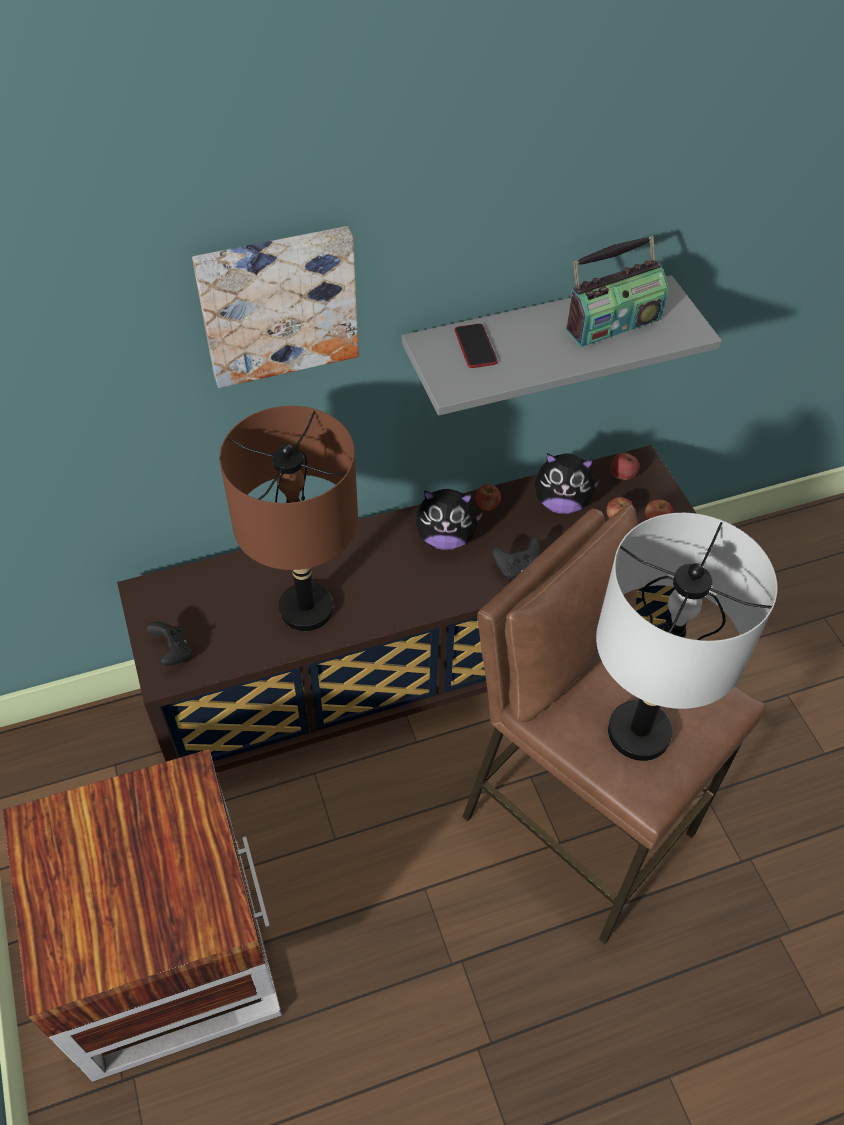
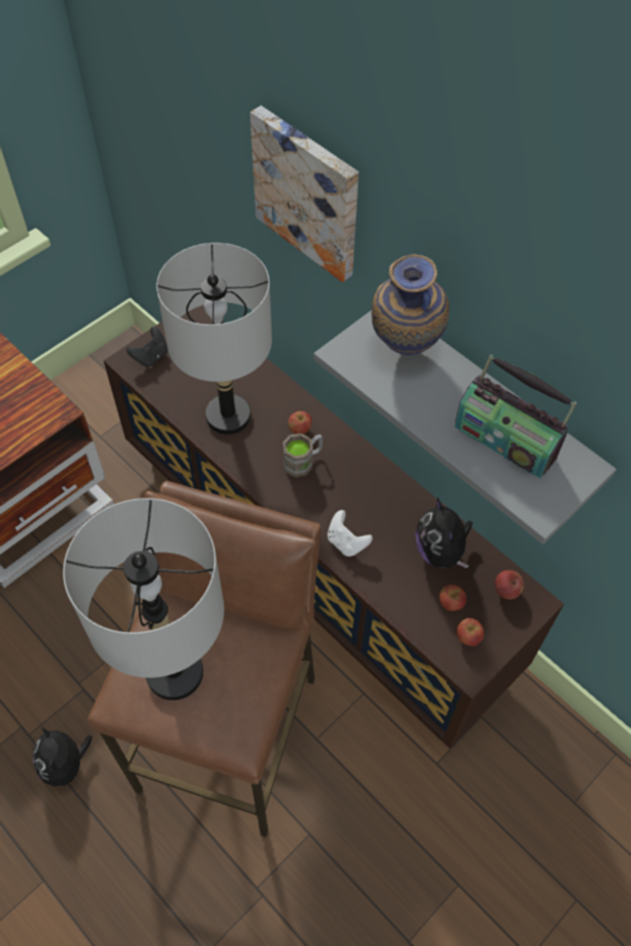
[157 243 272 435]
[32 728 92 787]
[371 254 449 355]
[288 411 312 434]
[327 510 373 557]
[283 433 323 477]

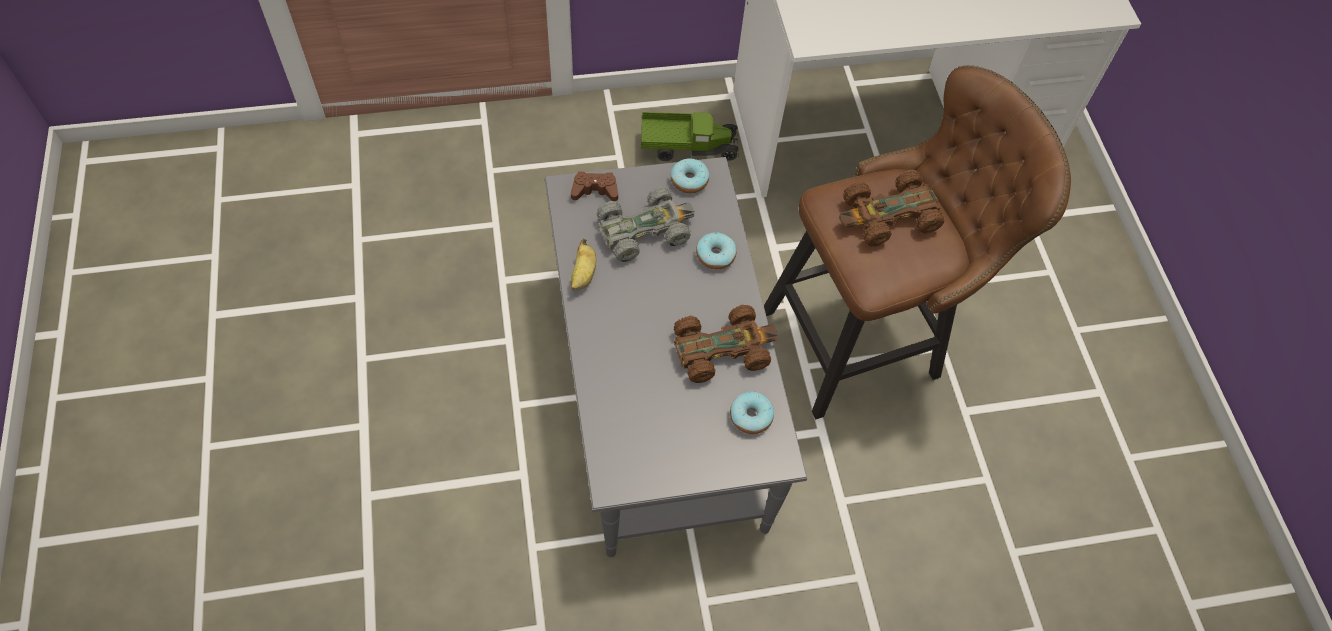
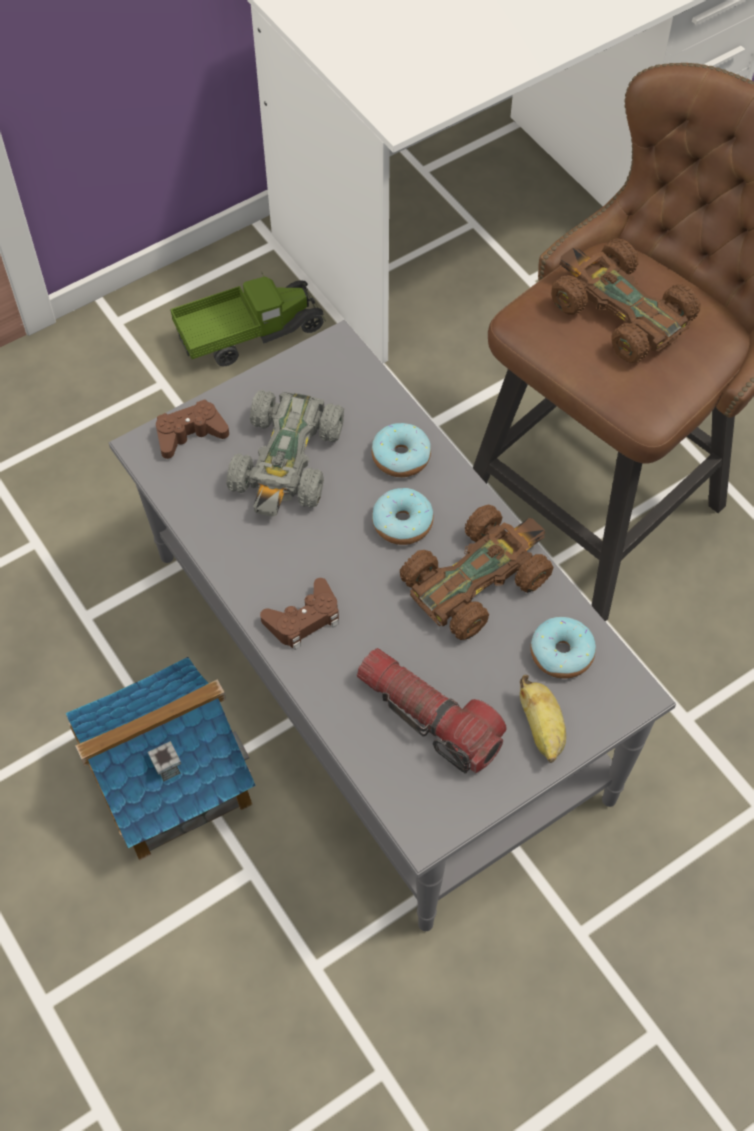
[520 675 566 763]
[226 390 344 517]
[372 488 433 545]
[551 238 700 364]
[66 657 256 861]
[260 578 339 650]
[357 648 507 774]

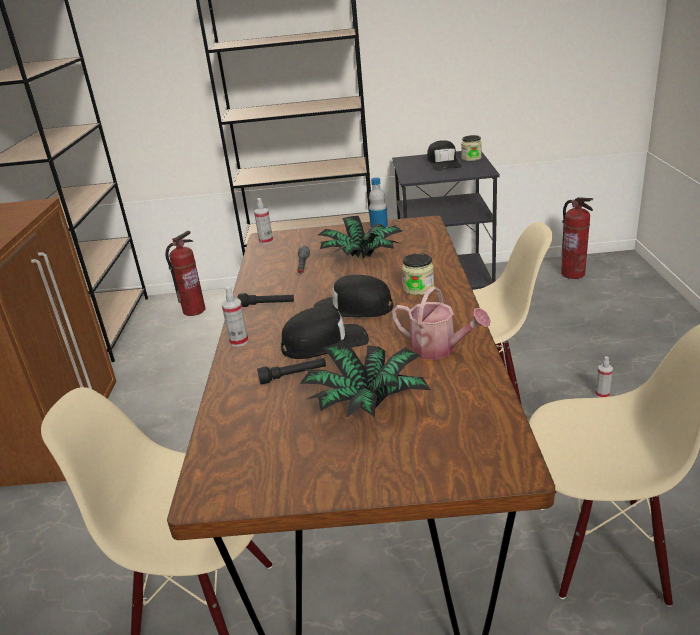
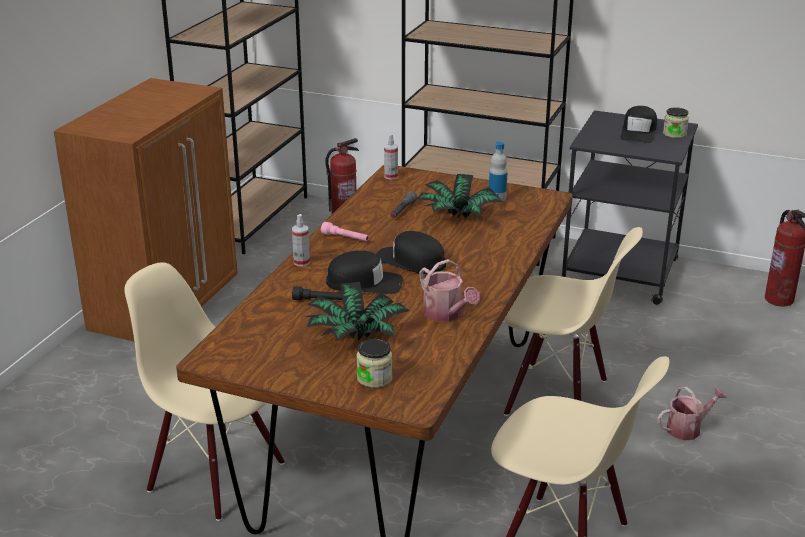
[321 222 369 241]
[357 339 392 388]
[657 387 727 440]

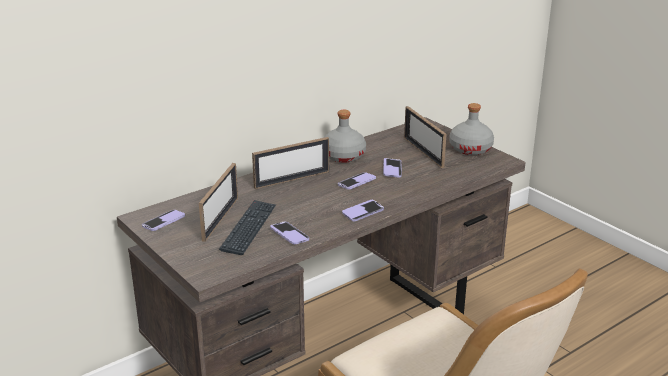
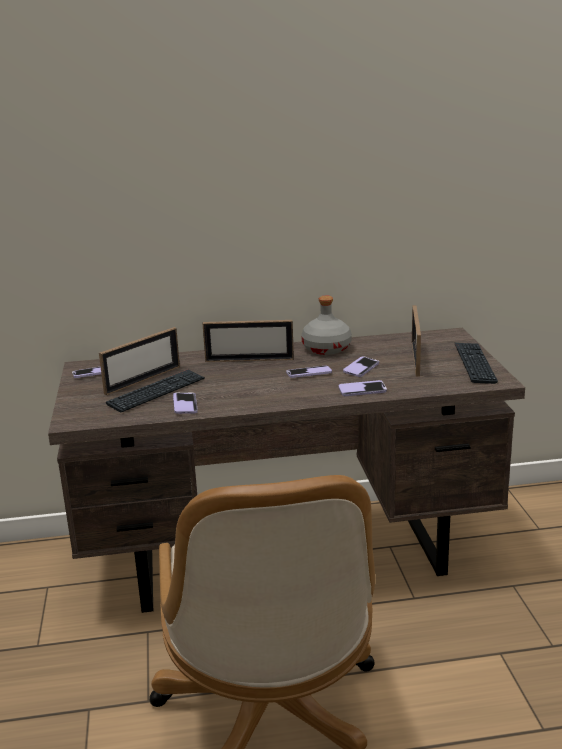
[339 380 387 396]
[455 343 498 384]

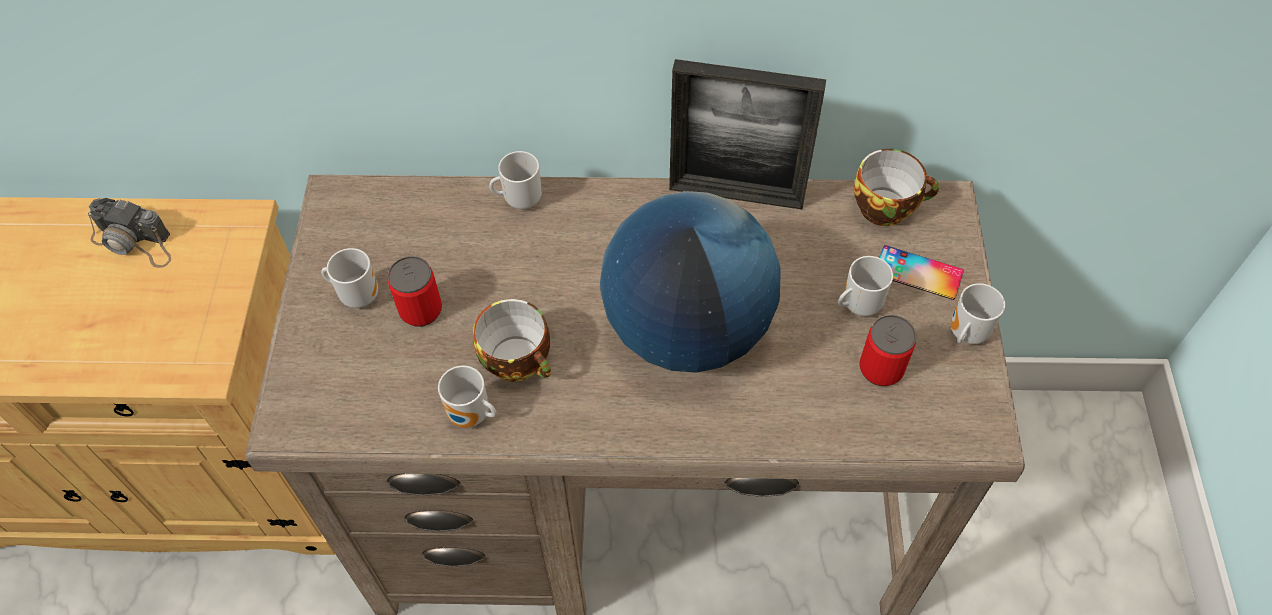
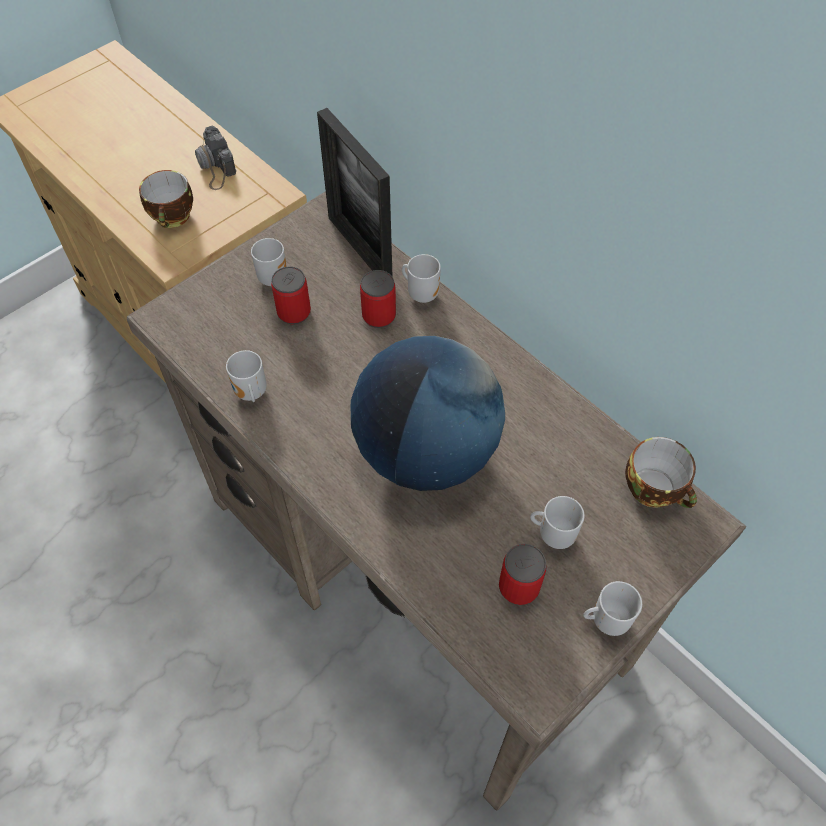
[139 170 193 228]
[317 108 393 277]
[879 245 964 300] (first image)
[360 270 396 328]

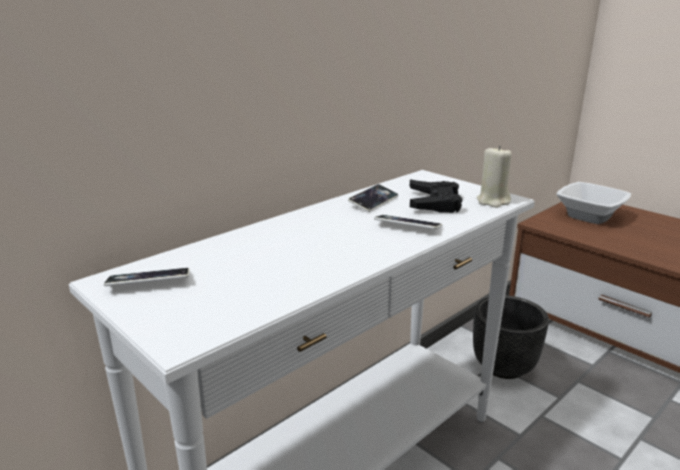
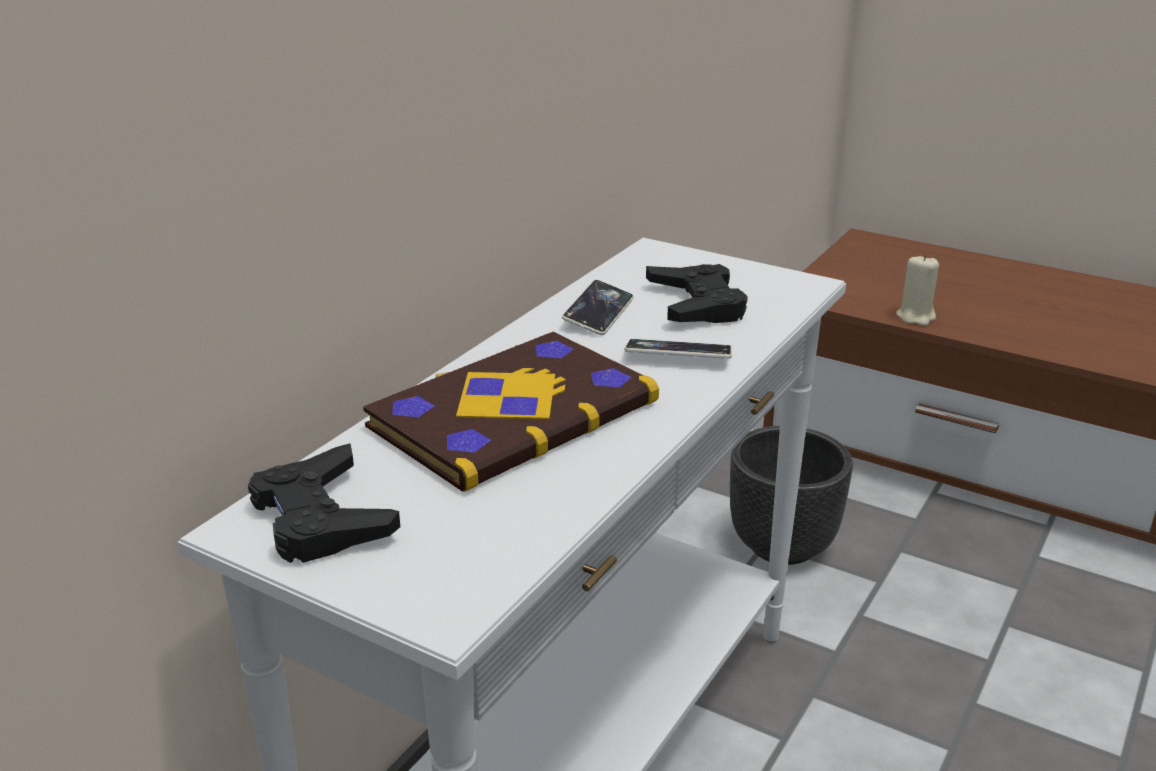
[248 443 400 563]
[896 254 939 326]
[556 182 631 224] (first image)
[363 332 659 492]

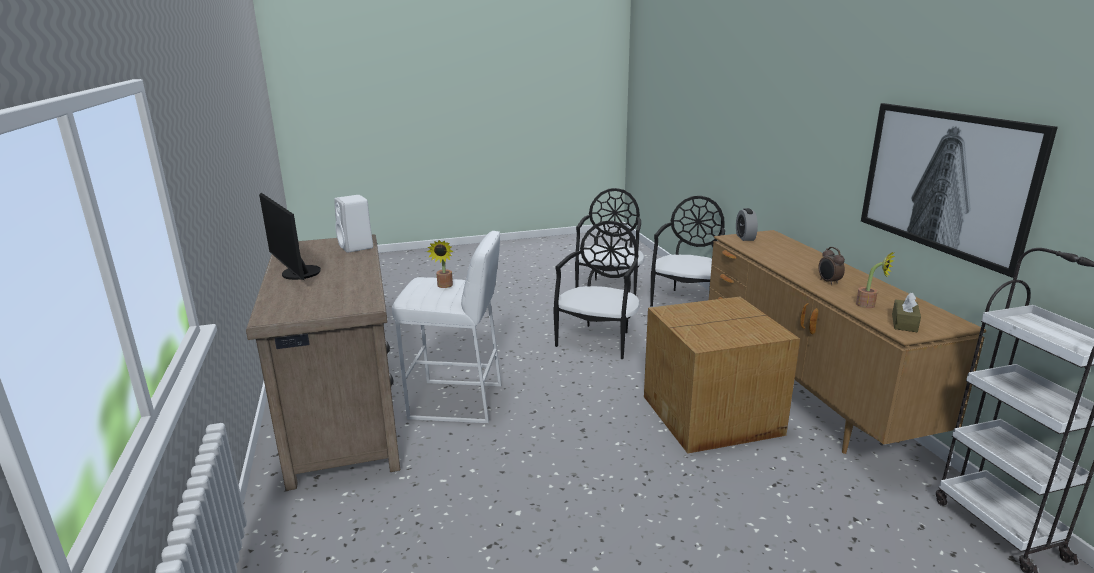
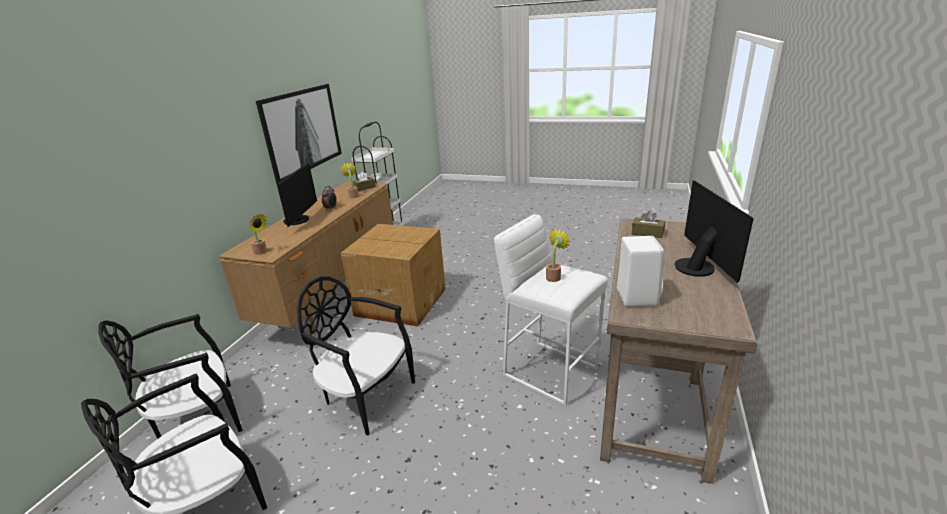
[296 276 415 435]
[250 213 268 255]
[277 163 317 227]
[632 211 665 238]

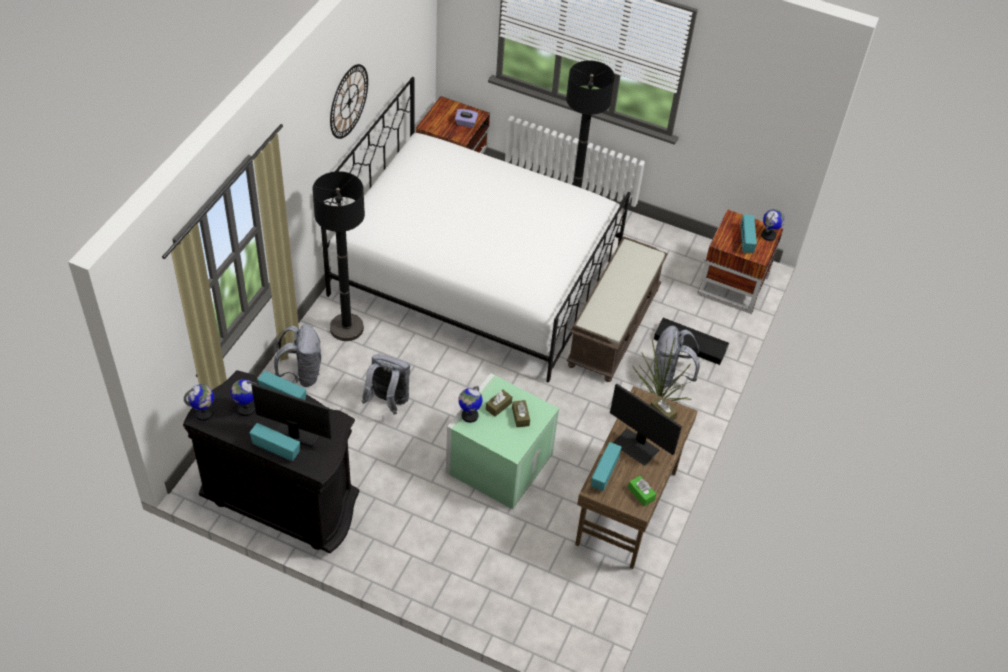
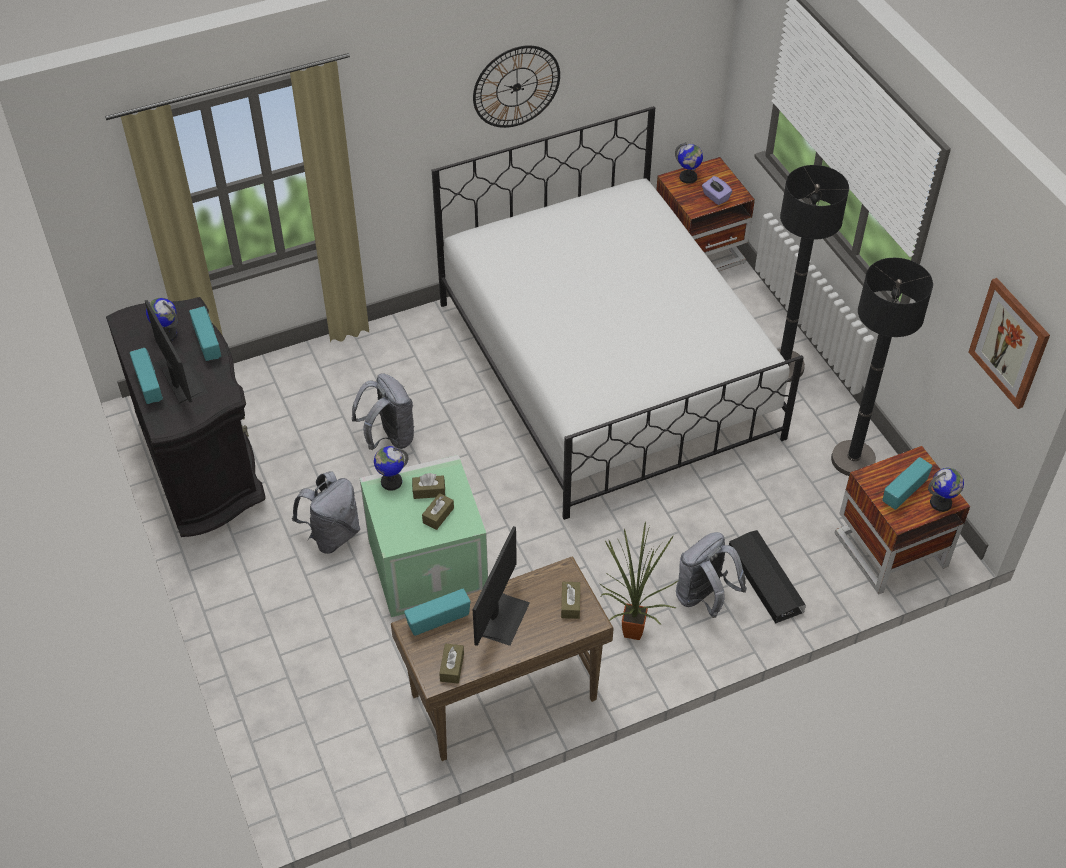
[675 142 703 184]
[292 471 360 554]
[831 258 933 476]
[566 236 668 382] (first image)
[473 526 530 646]
[439 644 464 684]
[969 278 1050 409]

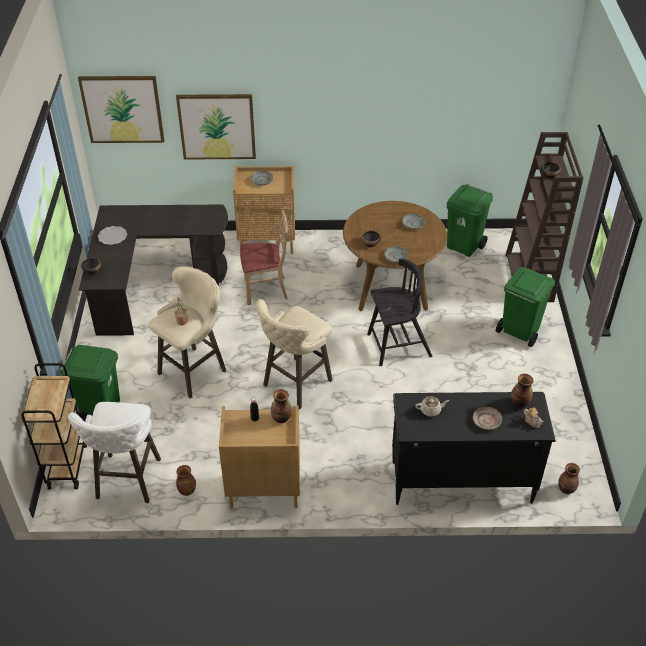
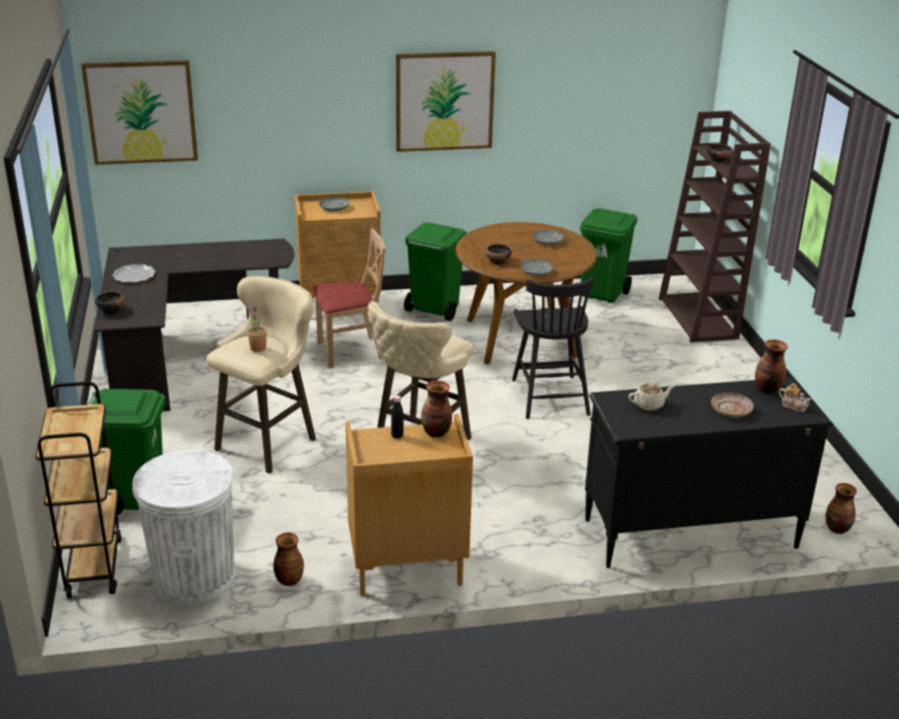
[132 450 235 604]
[396 51 496 152]
[512 276 593 419]
[404 223 467 321]

